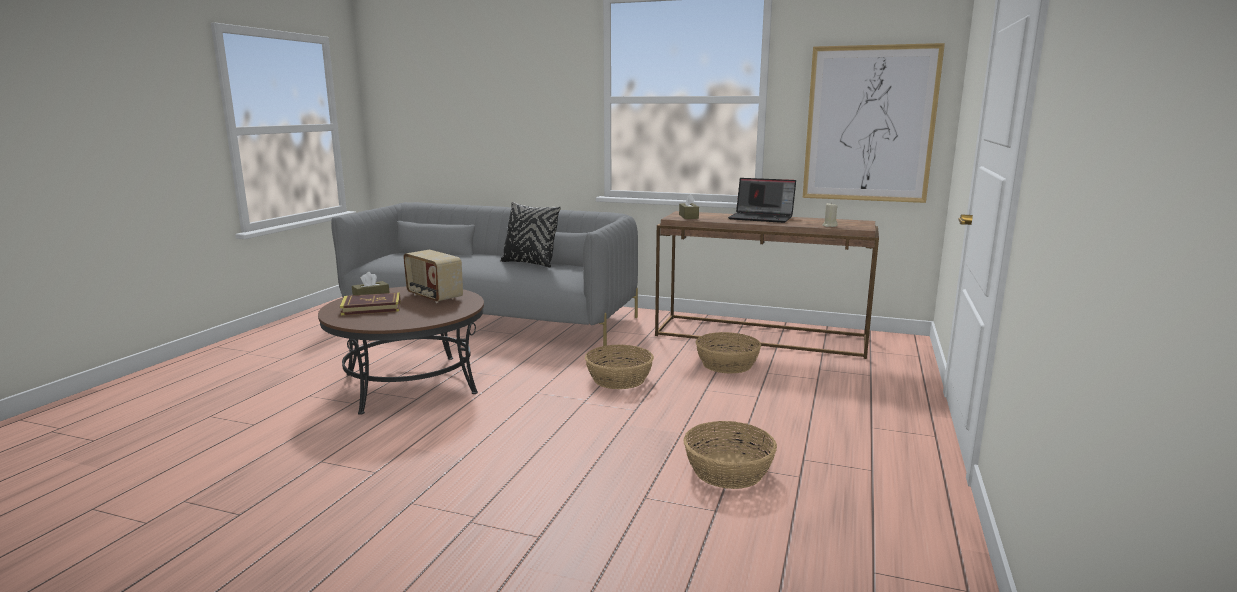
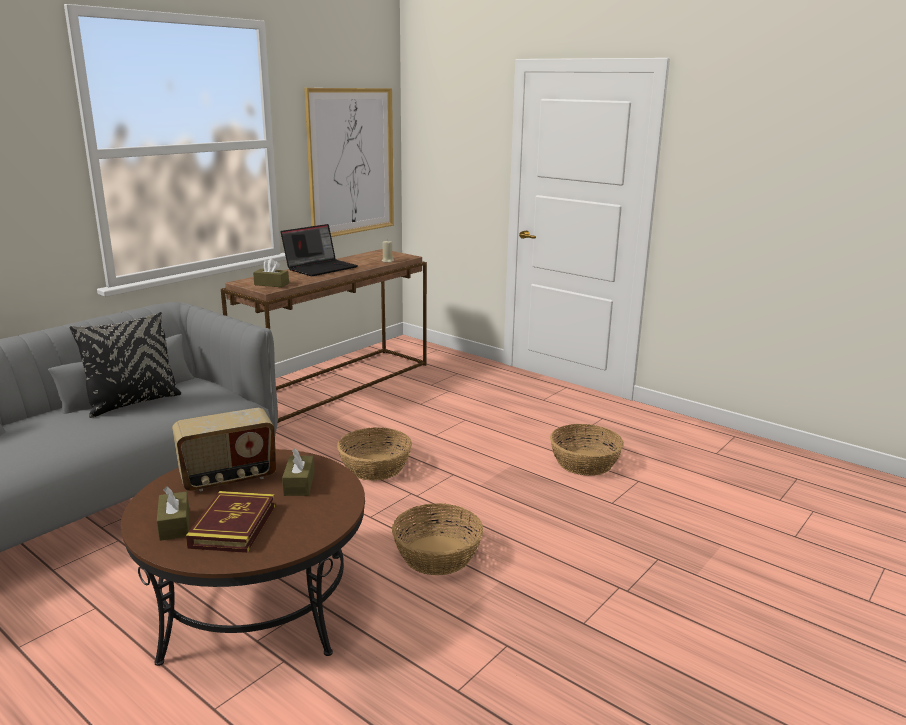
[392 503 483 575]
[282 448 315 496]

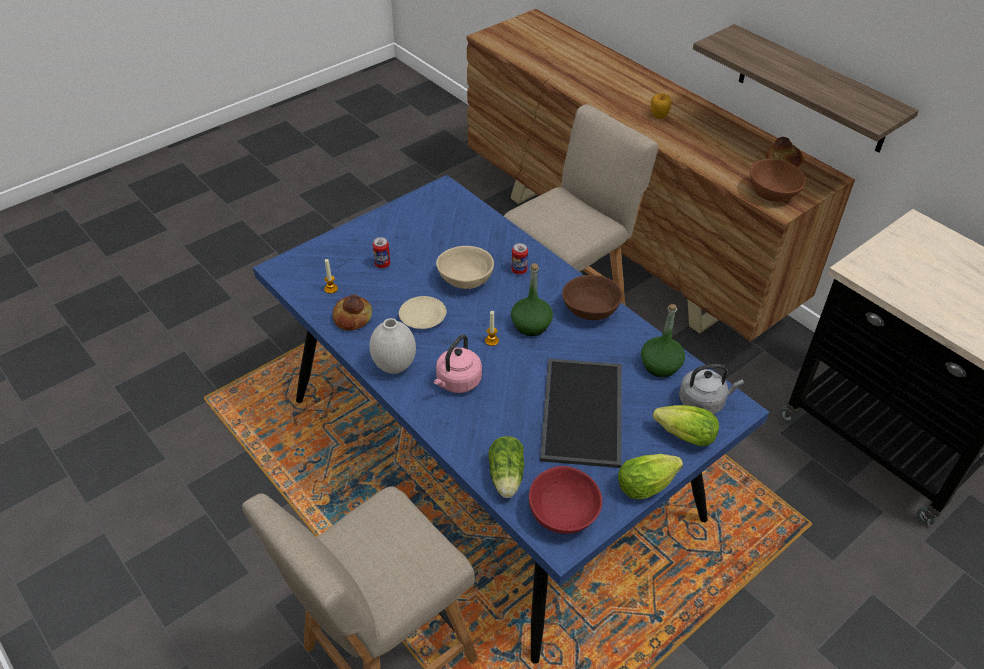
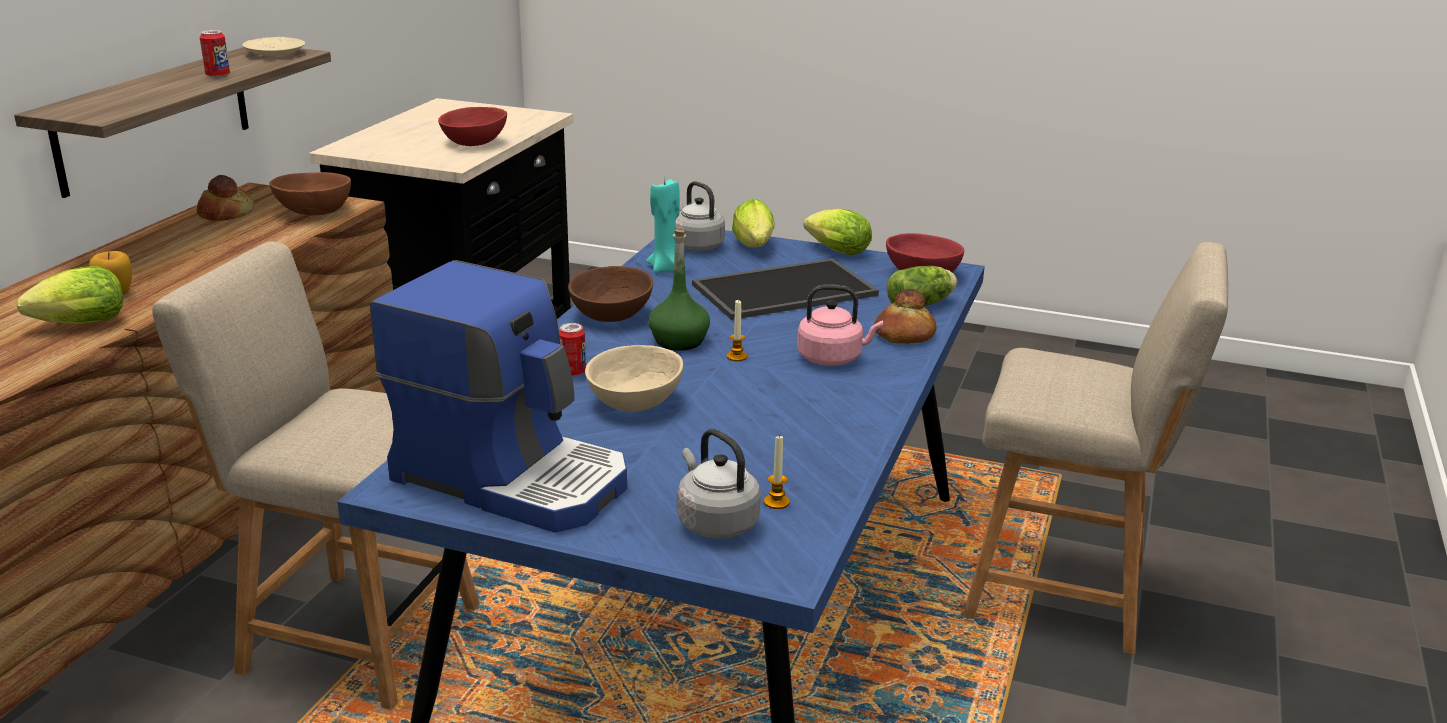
[874 289 936 344]
[370 318 416 374] (first image)
[200 30 230 78]
[242 37 305 56]
[646 179 680 273]
[17 266 123 324]
[370 260 627 533]
[438 107 507 146]
[677 429 761 539]

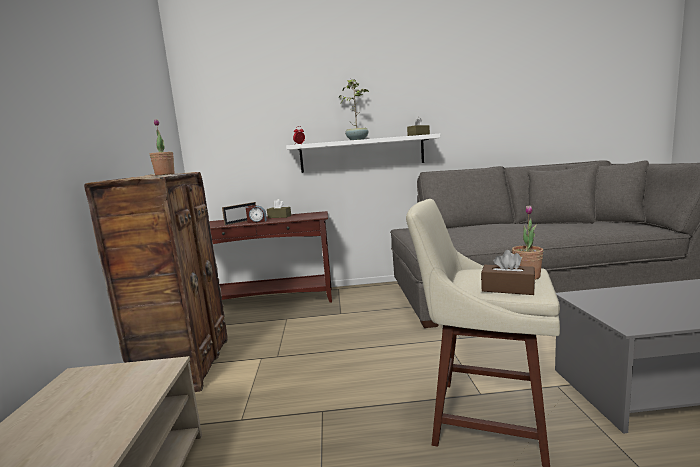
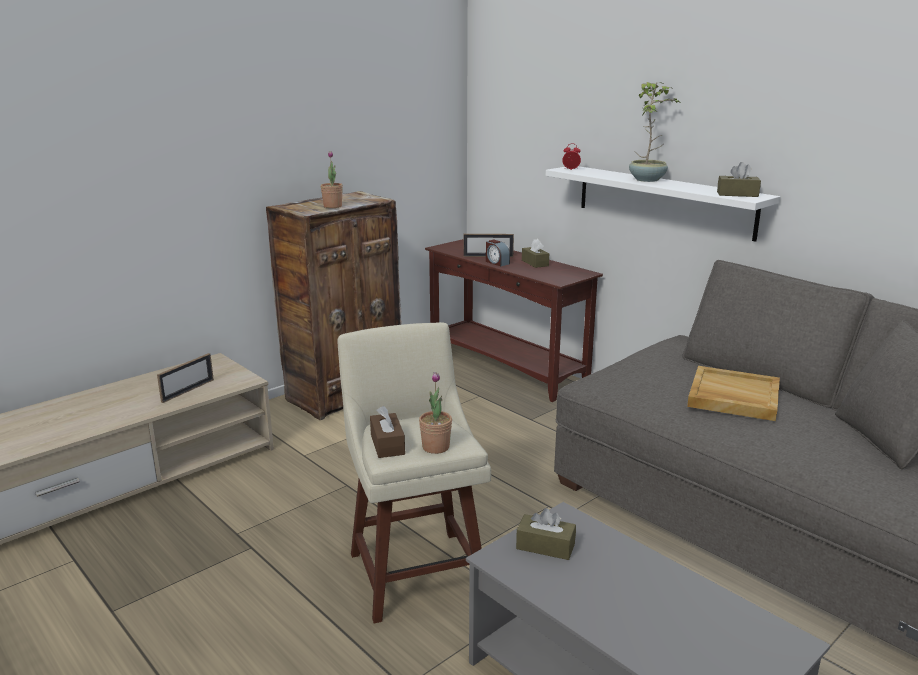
[157 353 214 403]
[516 508 576 560]
[687 366 780 421]

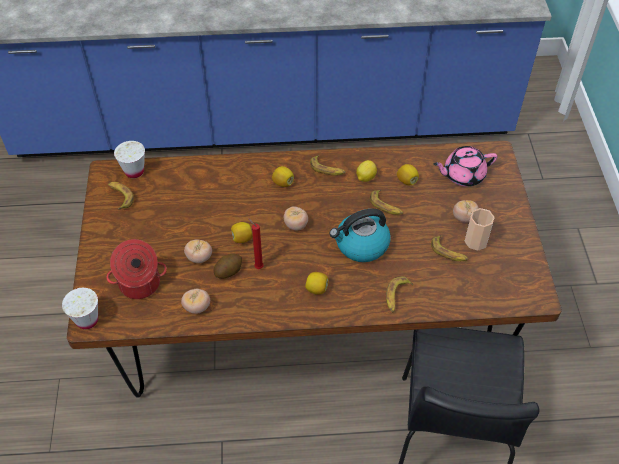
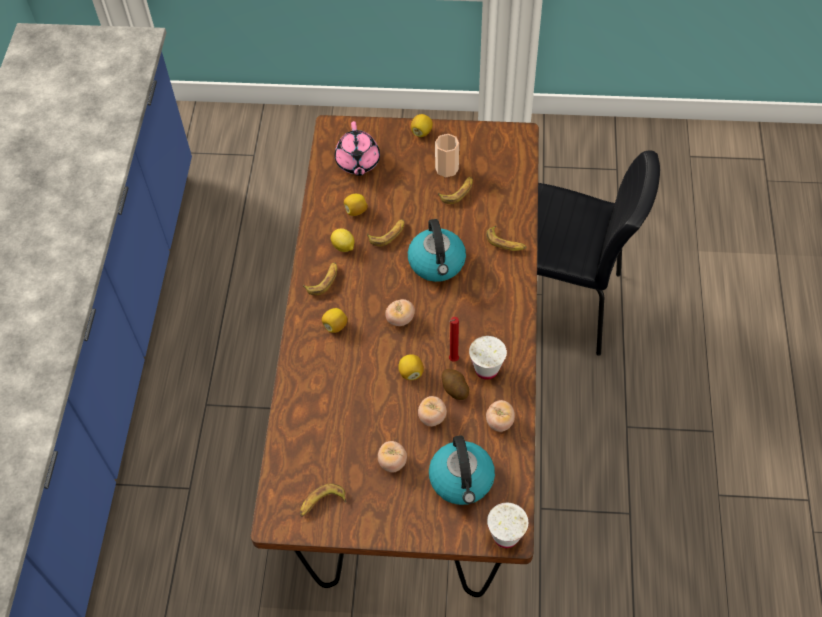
[429 436 495 505]
[469 336 507 380]
[411 114 433 137]
[378 441 407 473]

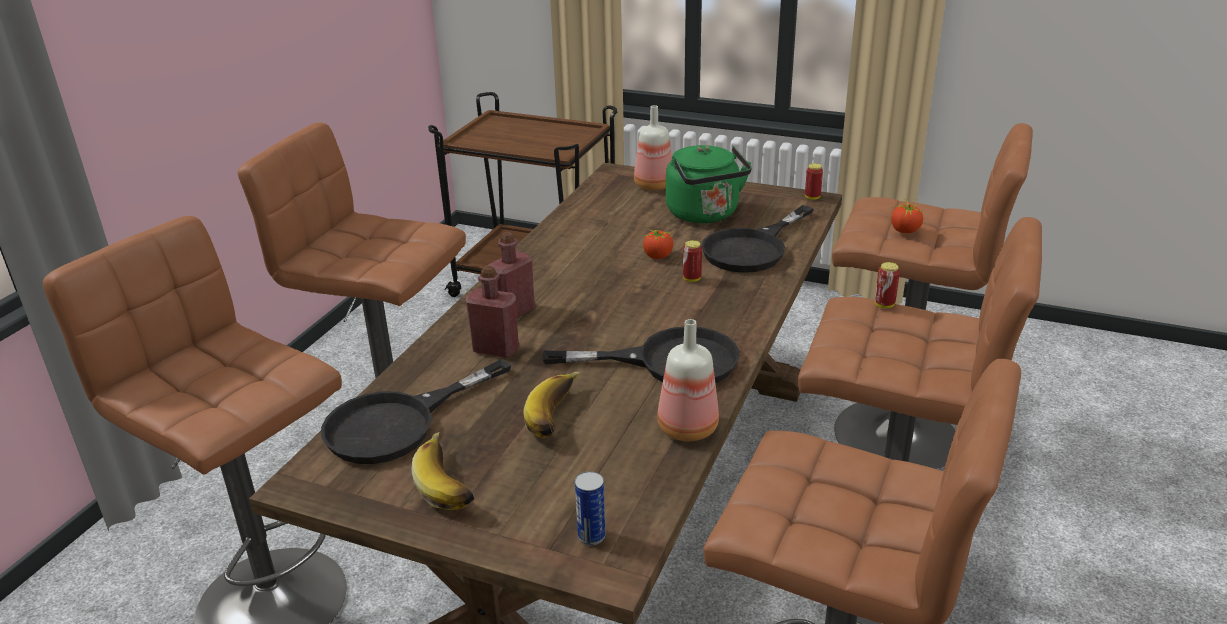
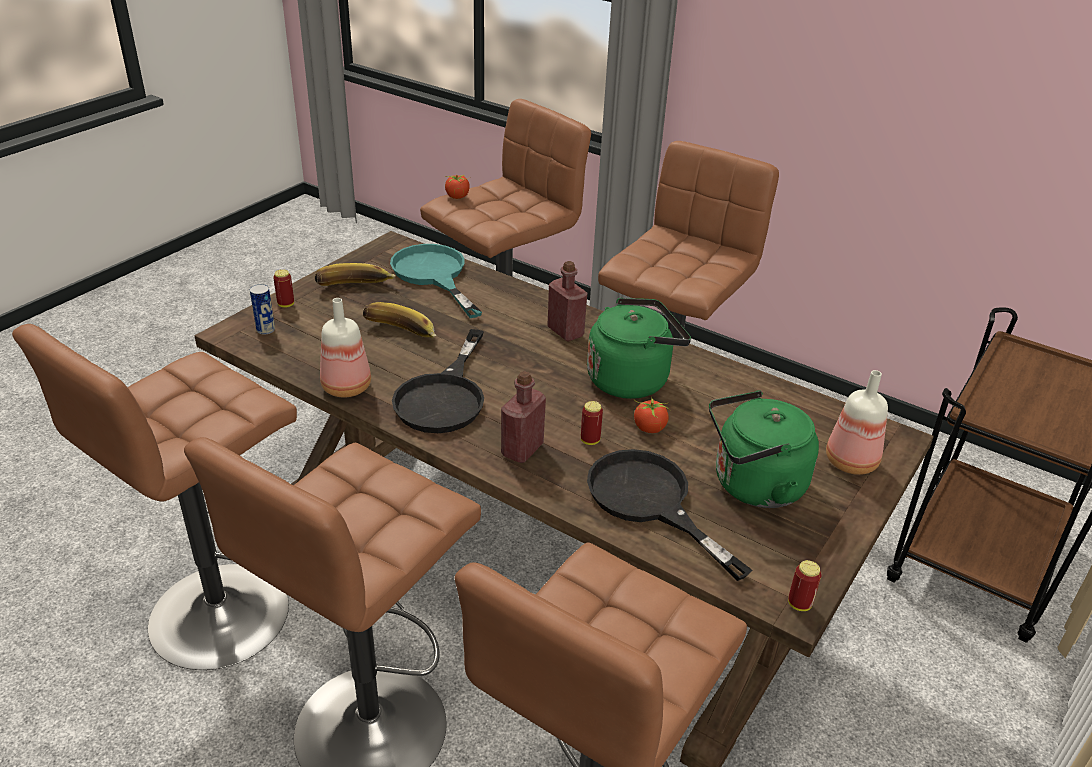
[390 244 482 318]
[501 371 546 463]
[273 269 294 308]
[445 175 470 199]
[587 298 691 399]

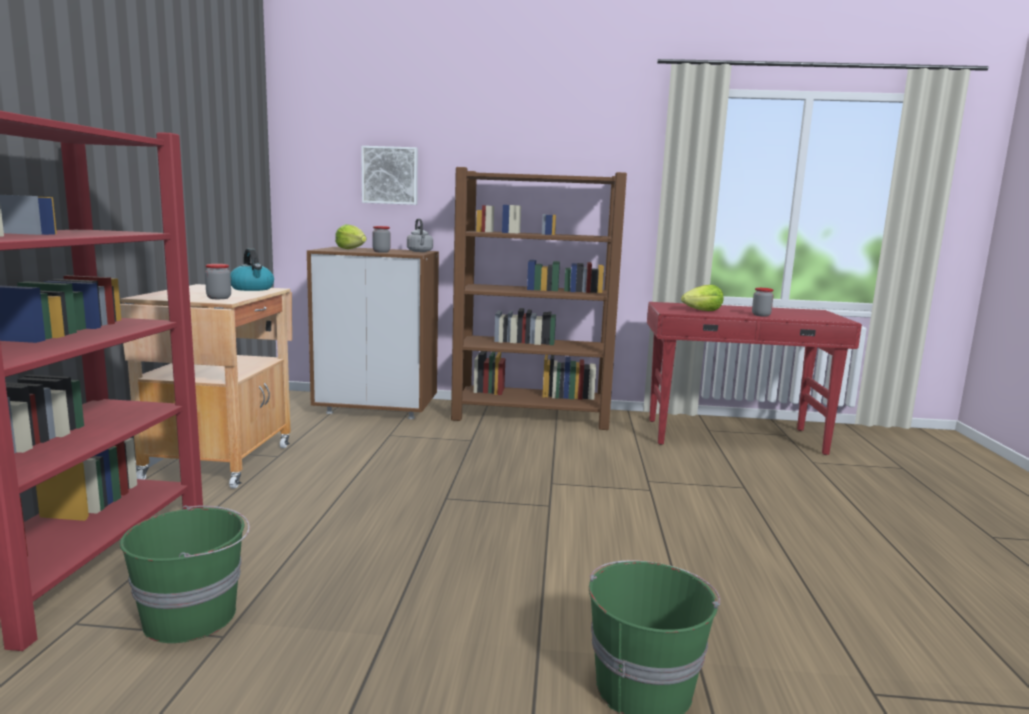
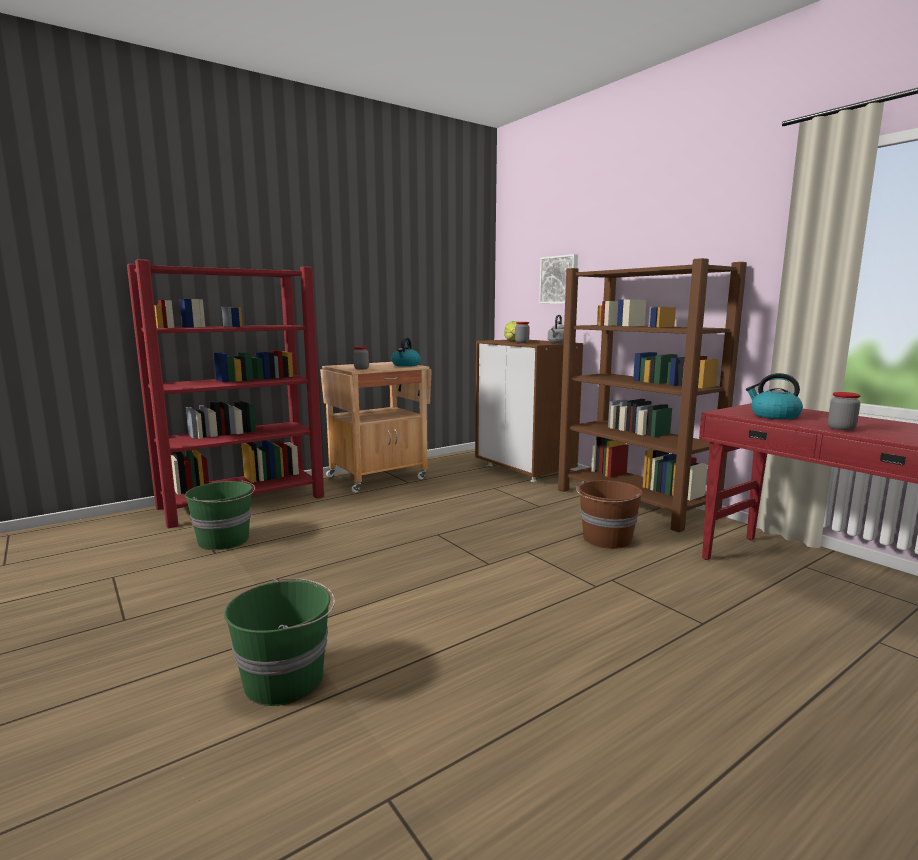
[746 373 803 420]
[576 480 643 549]

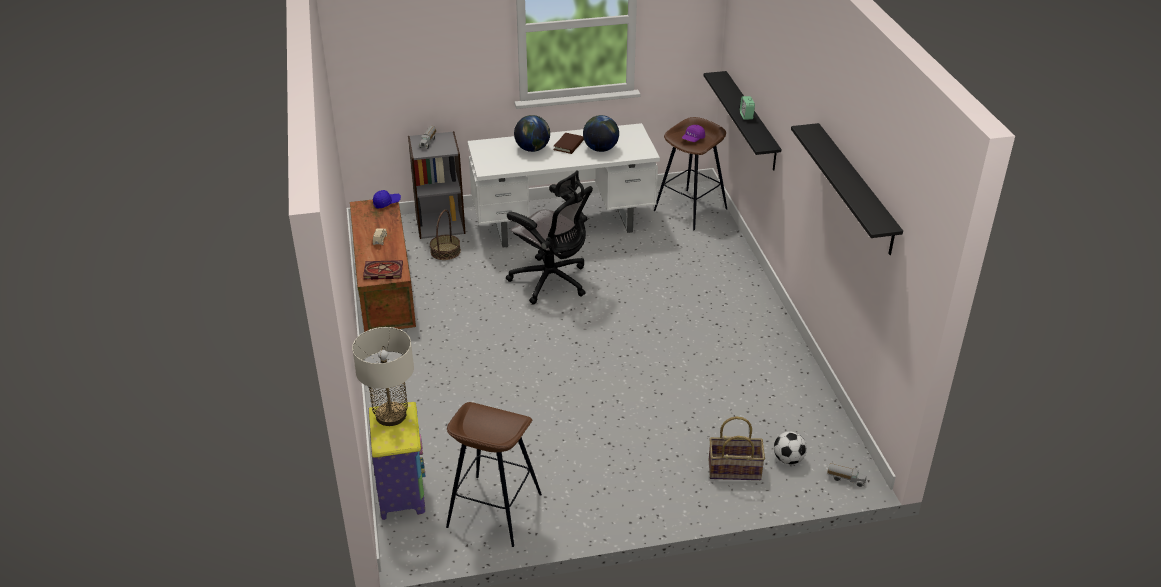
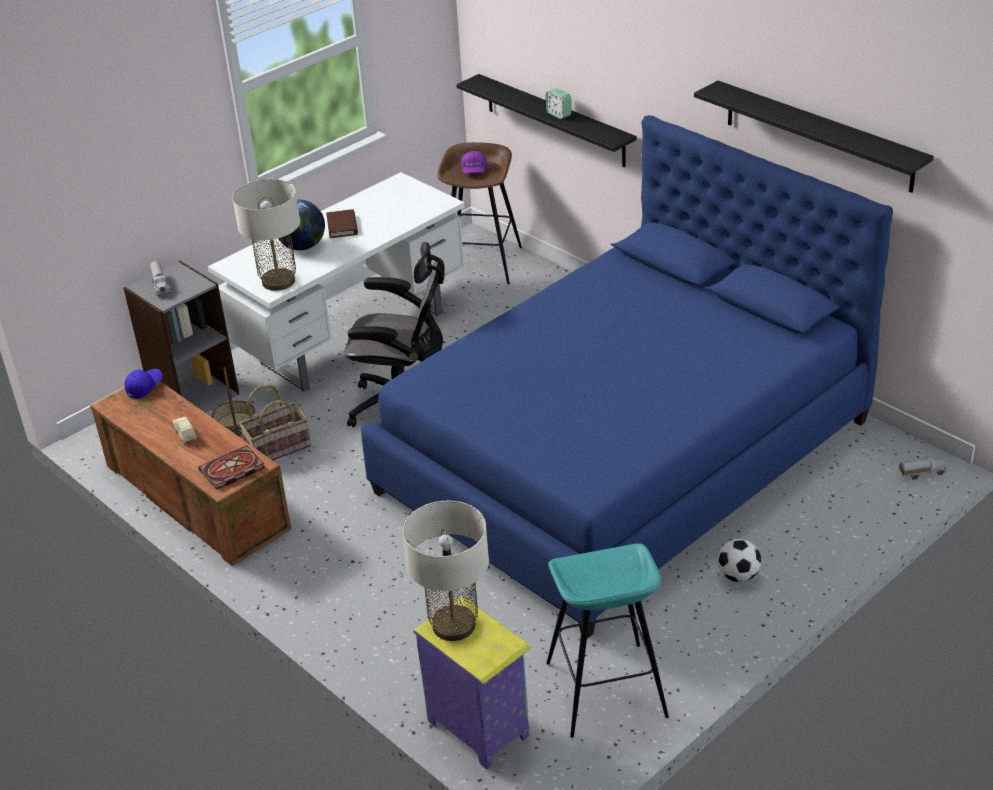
[546 543 669 738]
[583 115 619 152] (first image)
[239 384 311 461]
[717 538 761 582]
[233 179 300 291]
[361 115 893 638]

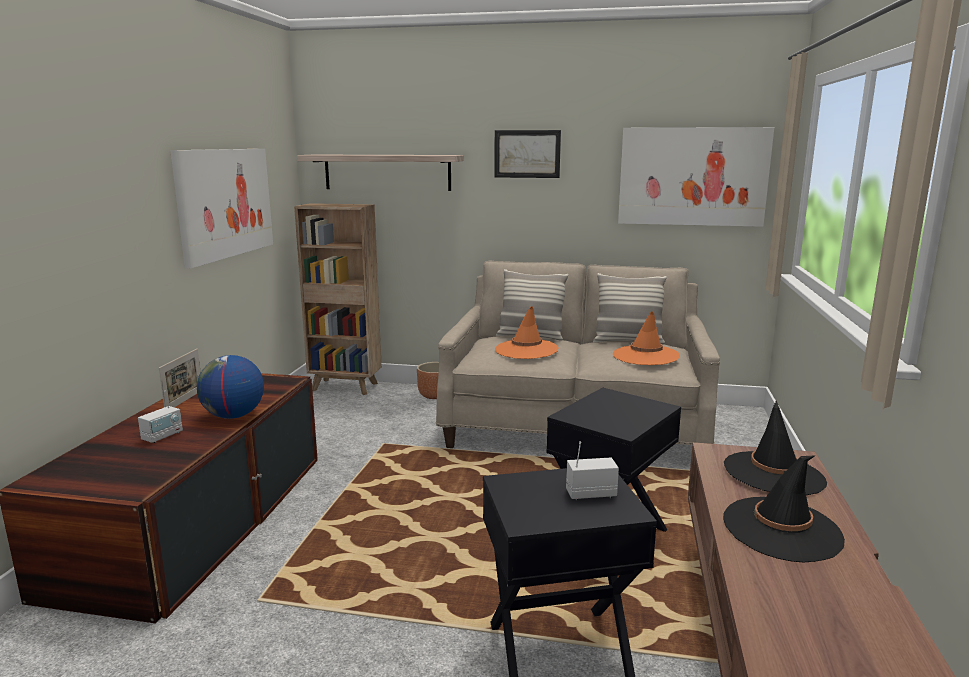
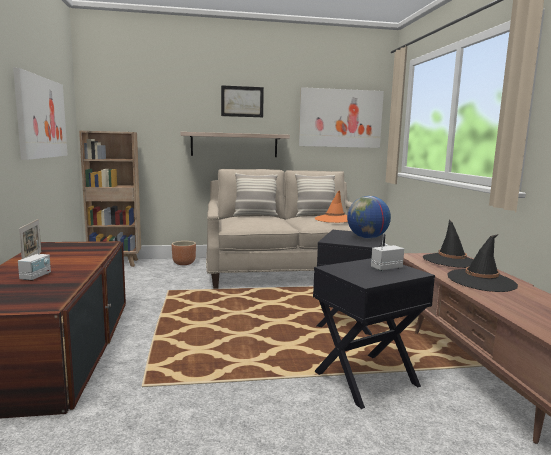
[347 196 391 239]
[180 132 290 157]
[495 306 559 359] (first image)

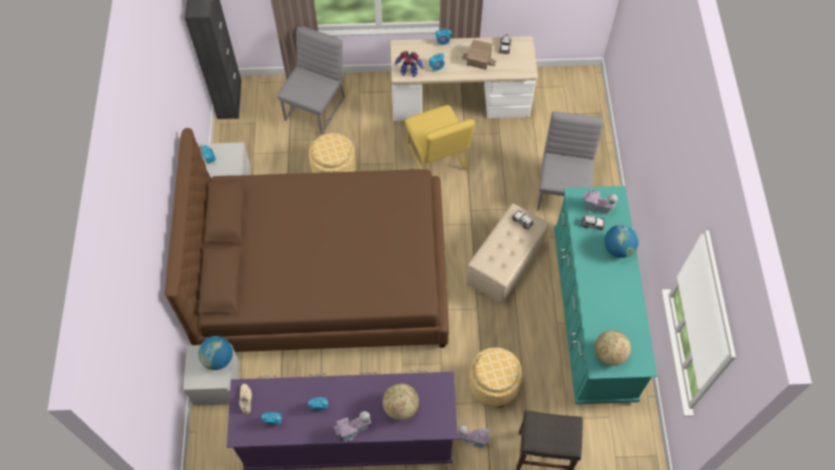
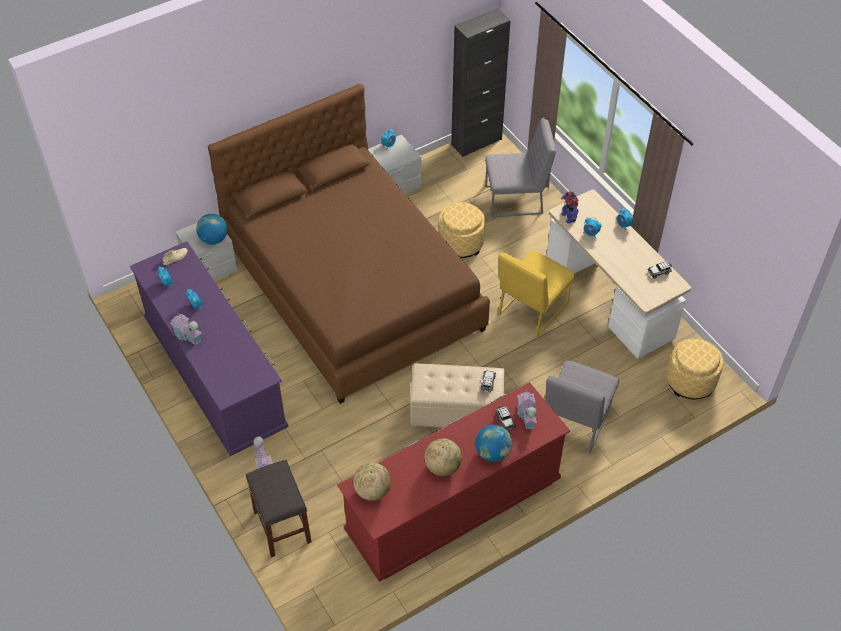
[424 438 462 476]
[462 39 496 70] (first image)
[667 339 724 400]
[545 361 619 453]
[337 382 570 582]

